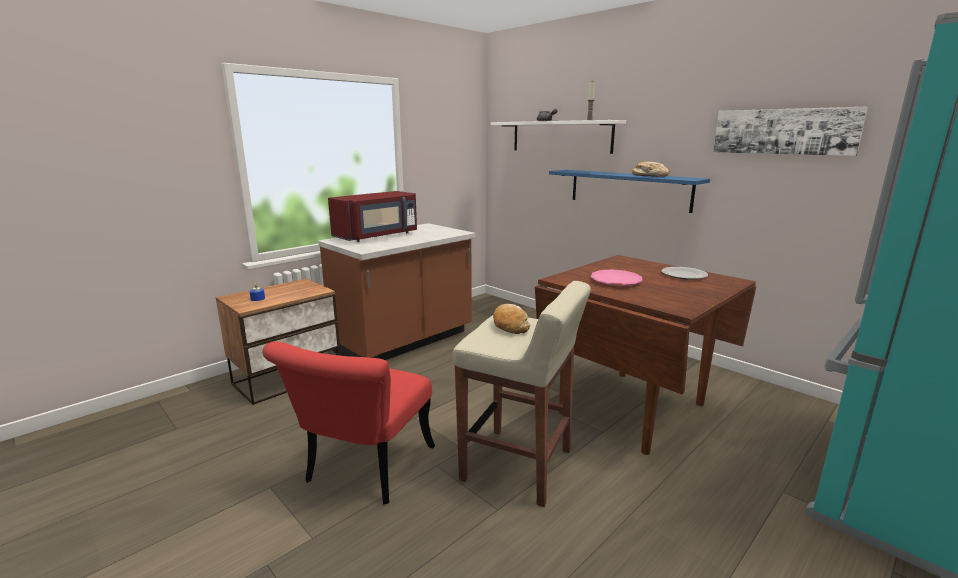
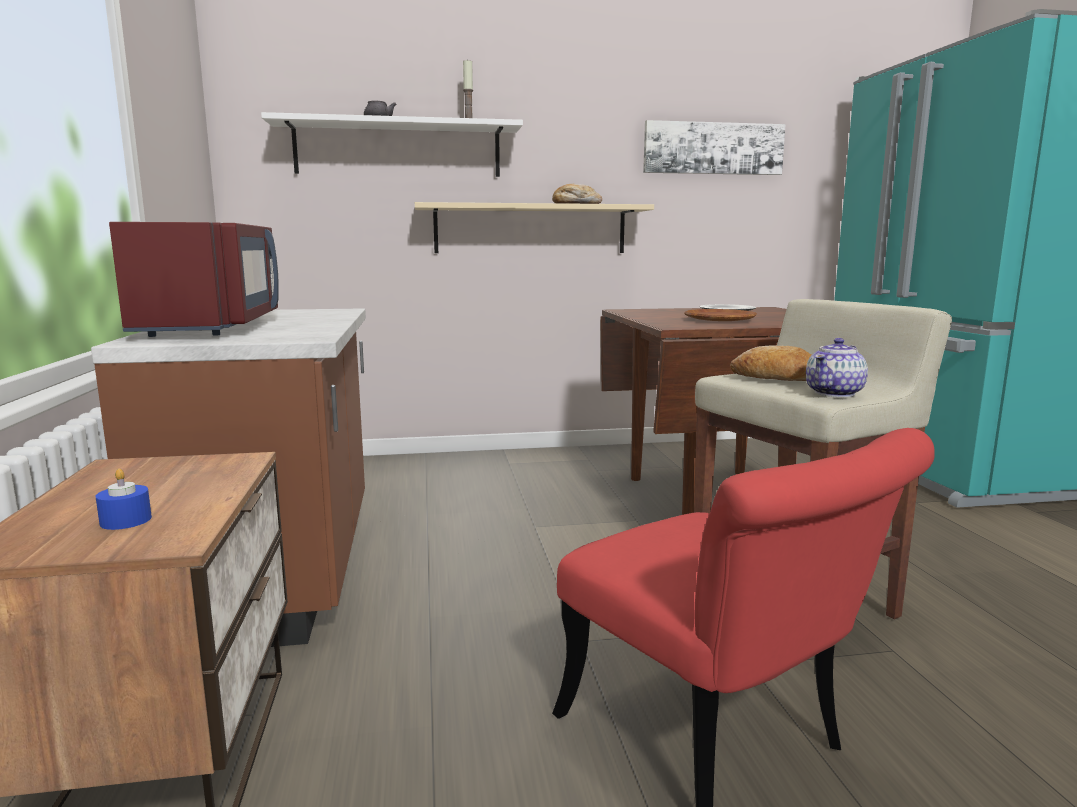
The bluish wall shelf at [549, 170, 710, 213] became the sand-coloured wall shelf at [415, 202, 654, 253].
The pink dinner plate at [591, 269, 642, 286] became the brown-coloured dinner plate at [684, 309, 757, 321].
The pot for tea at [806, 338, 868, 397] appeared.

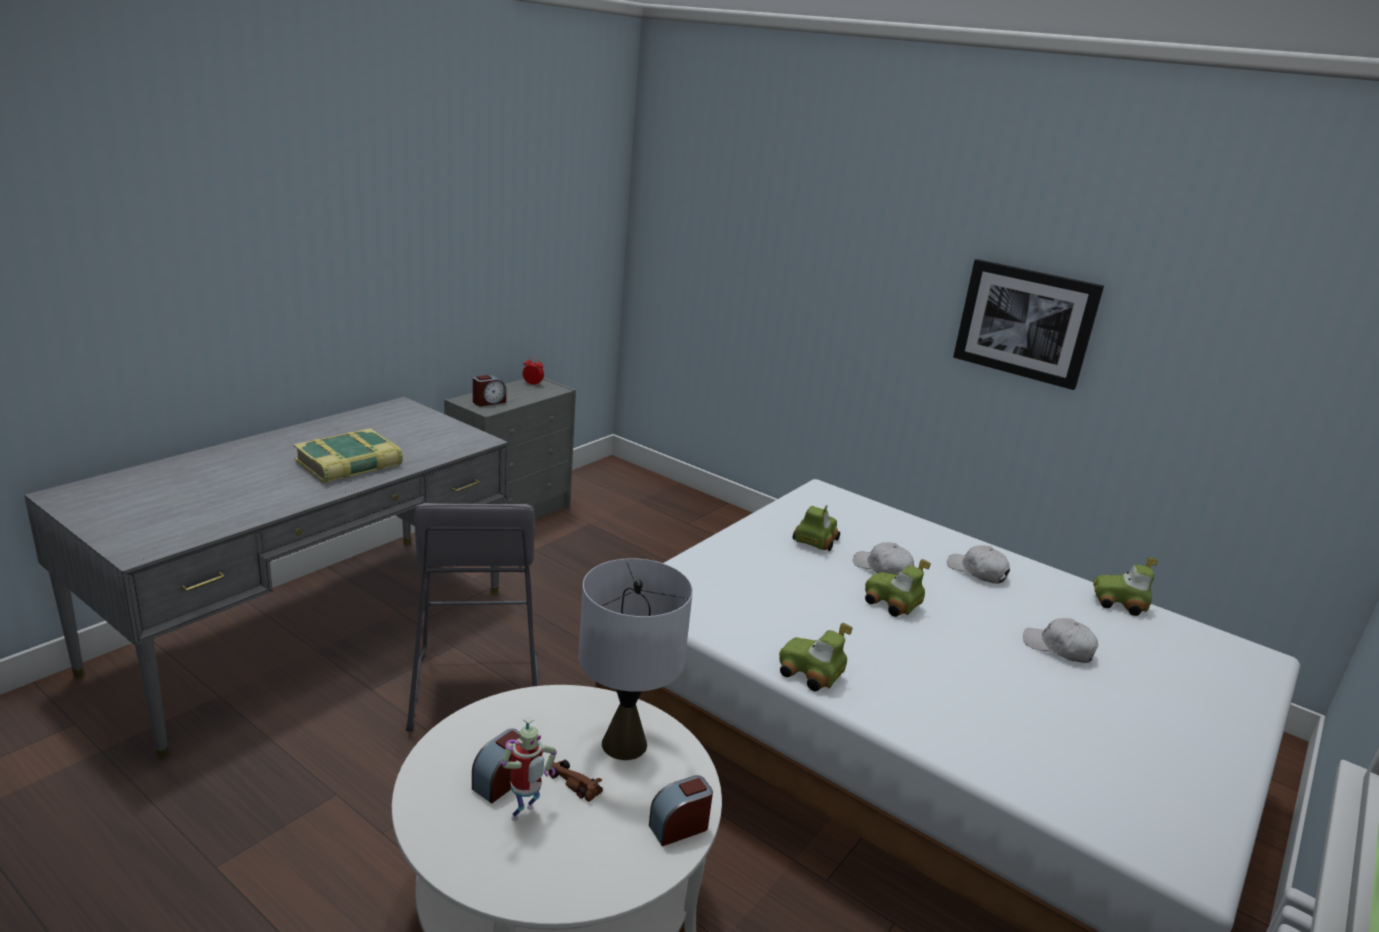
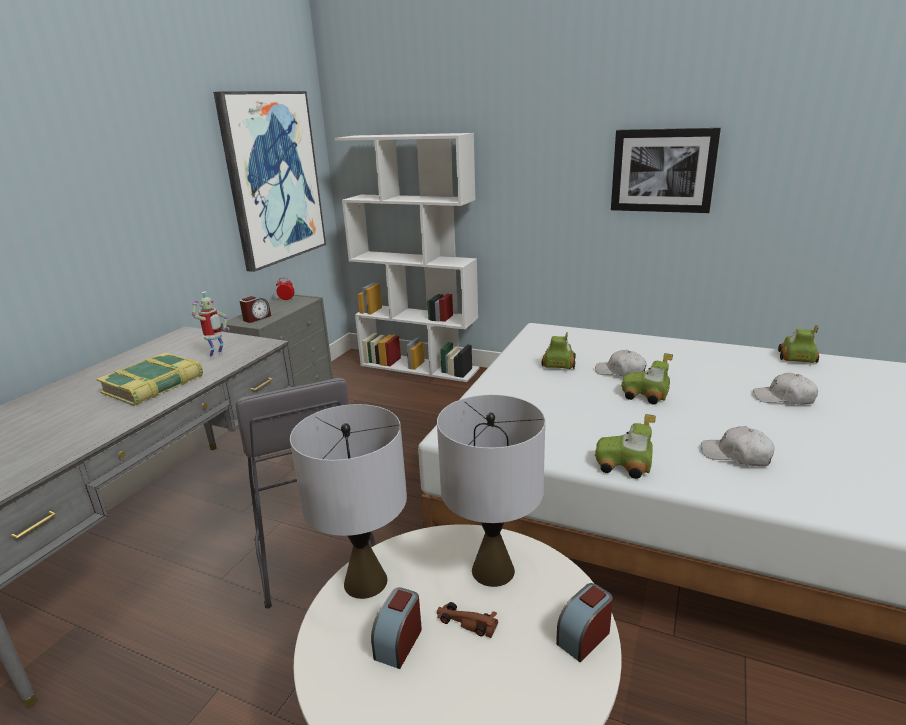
The model robot moved from [501, 716, 557, 821] to [192, 291, 229, 359].
The white-coloured baseball cap moved from [947, 545, 1010, 584] to [701, 426, 775, 467].
The toy car at [1093, 557, 1158, 616] turned 105 degrees clockwise.
The wall picture at [213, 91, 326, 272] appeared.
The gray table lamp at [290, 404, 407, 599] appeared.
The white-coloured bookcase at [335, 133, 480, 382] appeared.

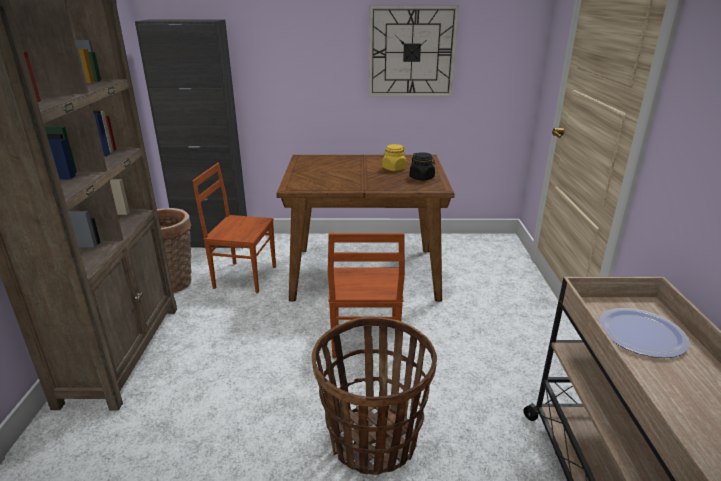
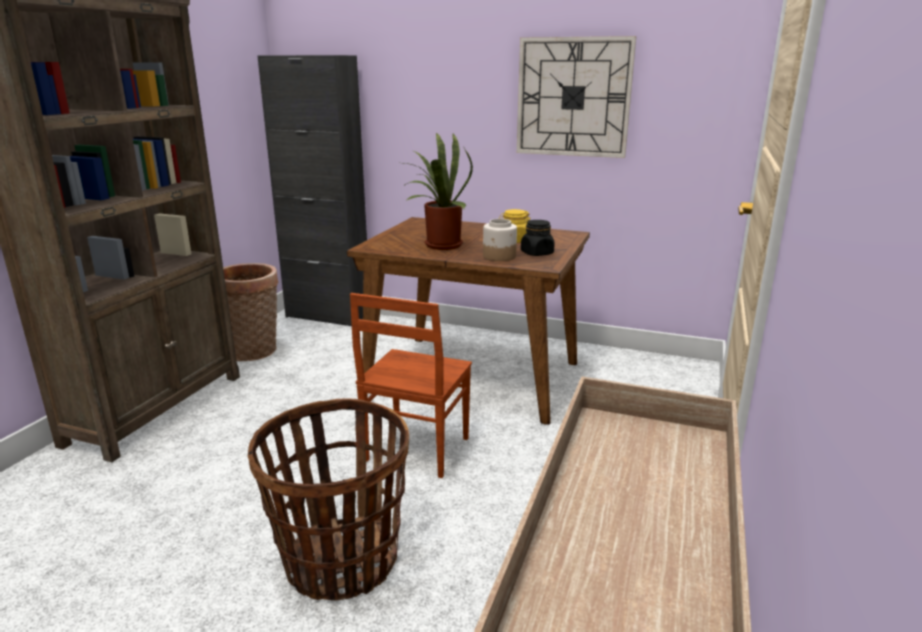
The brown-coloured chair at [192, 163, 276, 293] disappeared.
The dinner plate at [599, 308, 690, 358] disappeared.
The houseplant at [403, 132, 473, 250] appeared.
The jar at [483, 219, 517, 261] appeared.

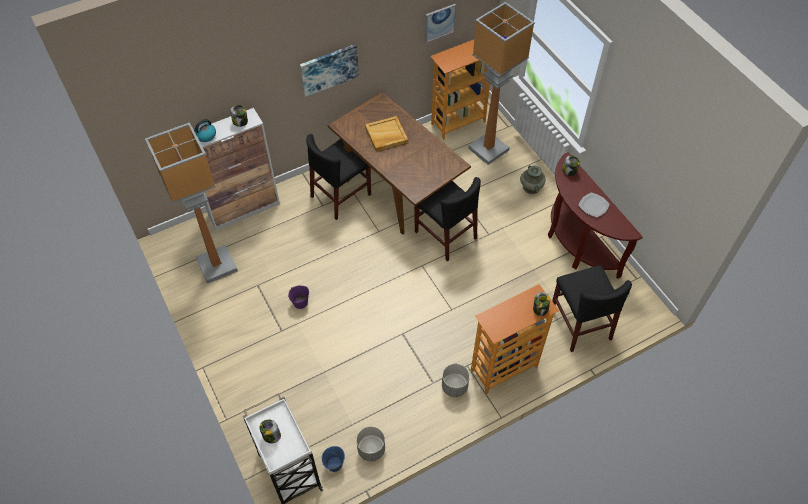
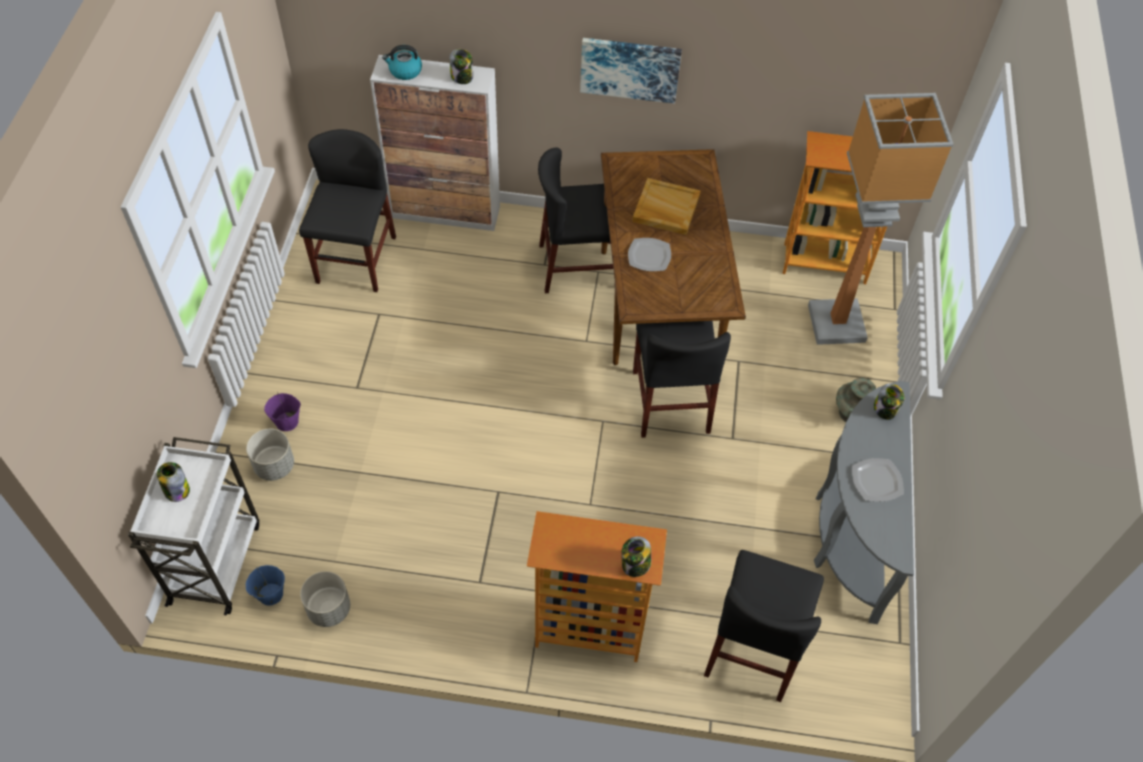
The standing lamp at [145, 122, 238, 284] was replaced by the black chair at [299, 129, 396, 292].
The purple water bucket moved from [288, 286, 309, 309] to [264, 392, 301, 431].
The wall picture at [425, 4, 456, 42] disappeared.
The gray planter moved from [442, 364, 470, 397] to [246, 429, 294, 481].
The brown-coloured console table at [548, 152, 643, 279] became the gray console table at [814, 381, 914, 624].
The dinner plate at [628, 238, 671, 271] appeared.

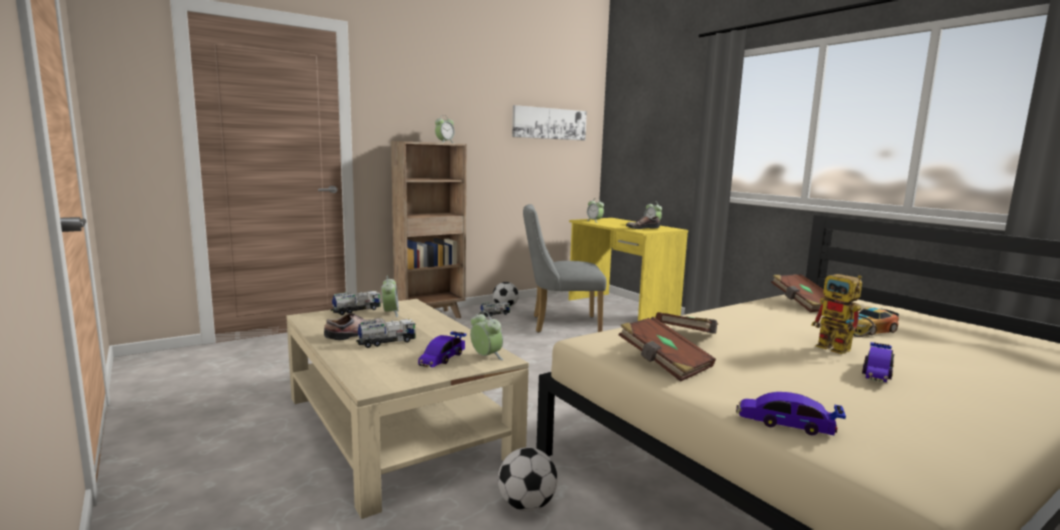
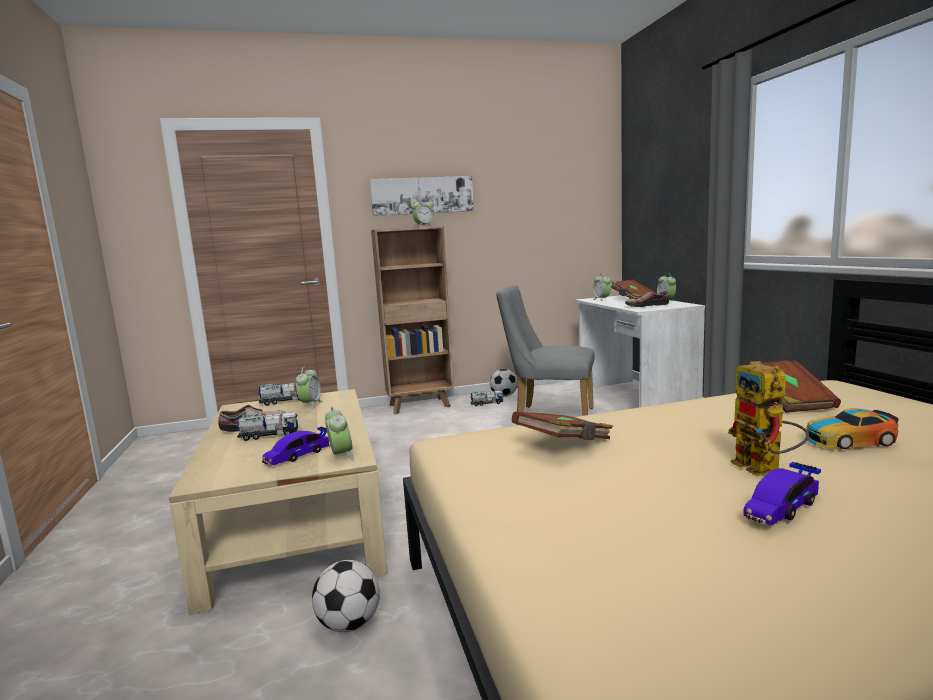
The wall picture moved from [512, 105, 587, 140] to [370, 176, 474, 216].
The yellow desk at [569, 218, 688, 321] became the white-coloured desk at [575, 295, 705, 407].
The brown-coloured book moved from [619, 317, 716, 382] to [611, 280, 657, 299].
The toy car at [736, 392, 846, 435] disappeared.

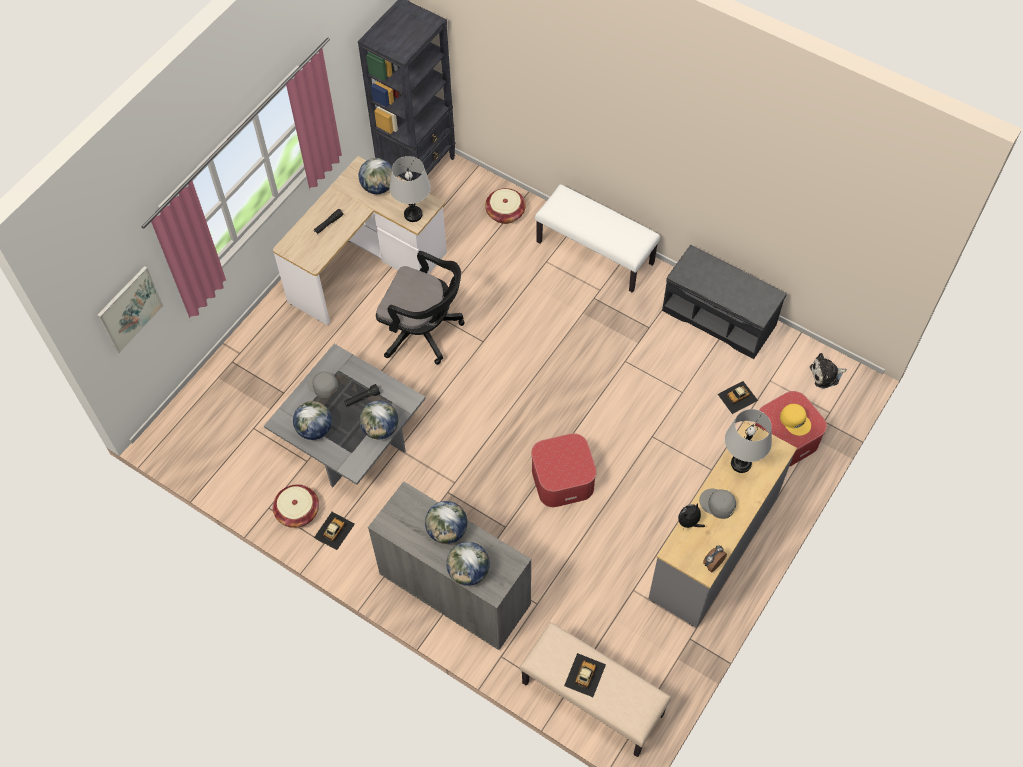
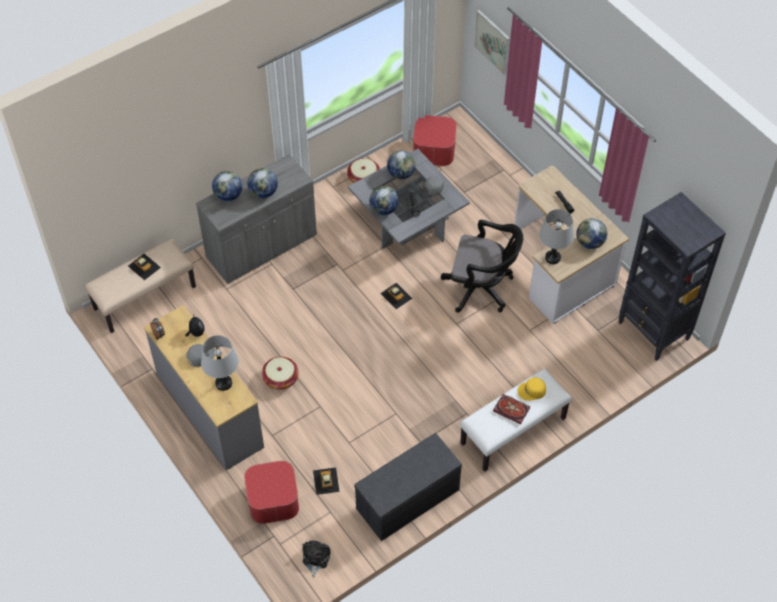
The toy car moved from [314, 512, 355, 550] to [380, 283, 412, 309].
The black desk chair at [376, 251, 465, 365] turned 120 degrees counterclockwise.
The household basket moved from [485, 188, 526, 224] to [262, 357, 299, 390].
The footrest moved from [531, 433, 596, 507] to [413, 115, 457, 166].
The yellow baseball cap moved from [780, 404, 811, 436] to [517, 377, 546, 401].
The book at [493, 394, 530, 424] appeared.

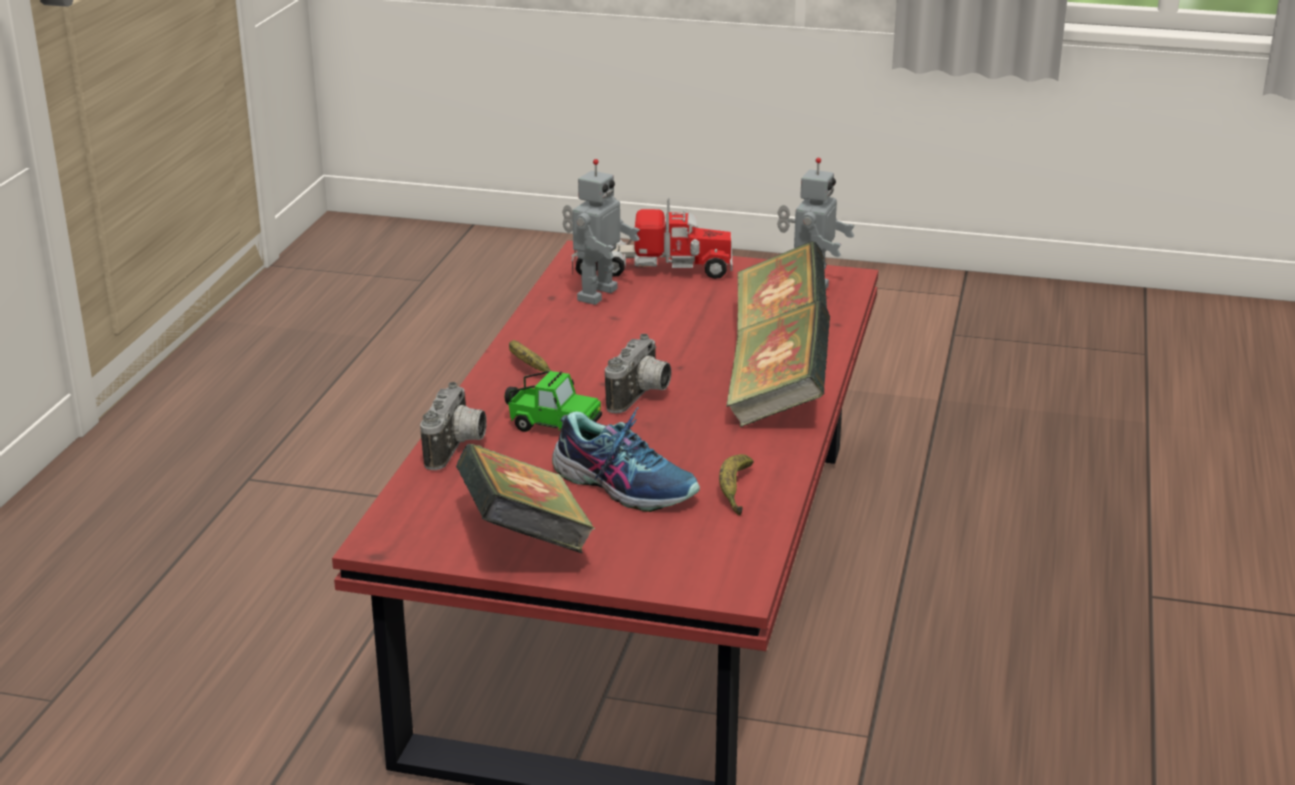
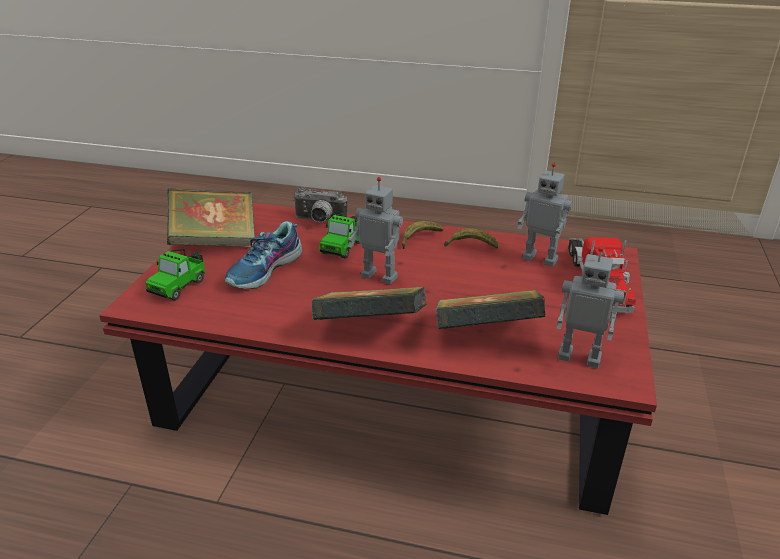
The still camera at [605, 334, 671, 413] was replaced by the model robot at [348, 177, 403, 285].
The banana moved from [719, 454, 754, 516] to [444, 228, 499, 249].
The toy car at [145, 249, 206, 300] appeared.

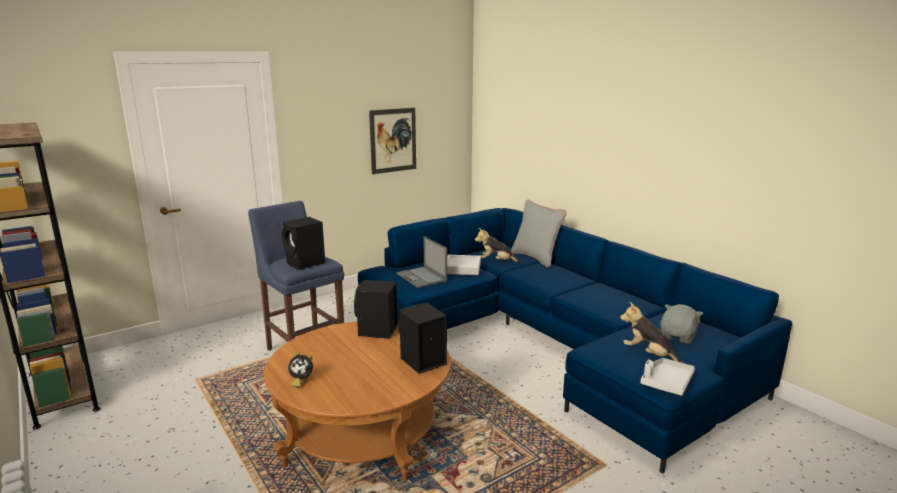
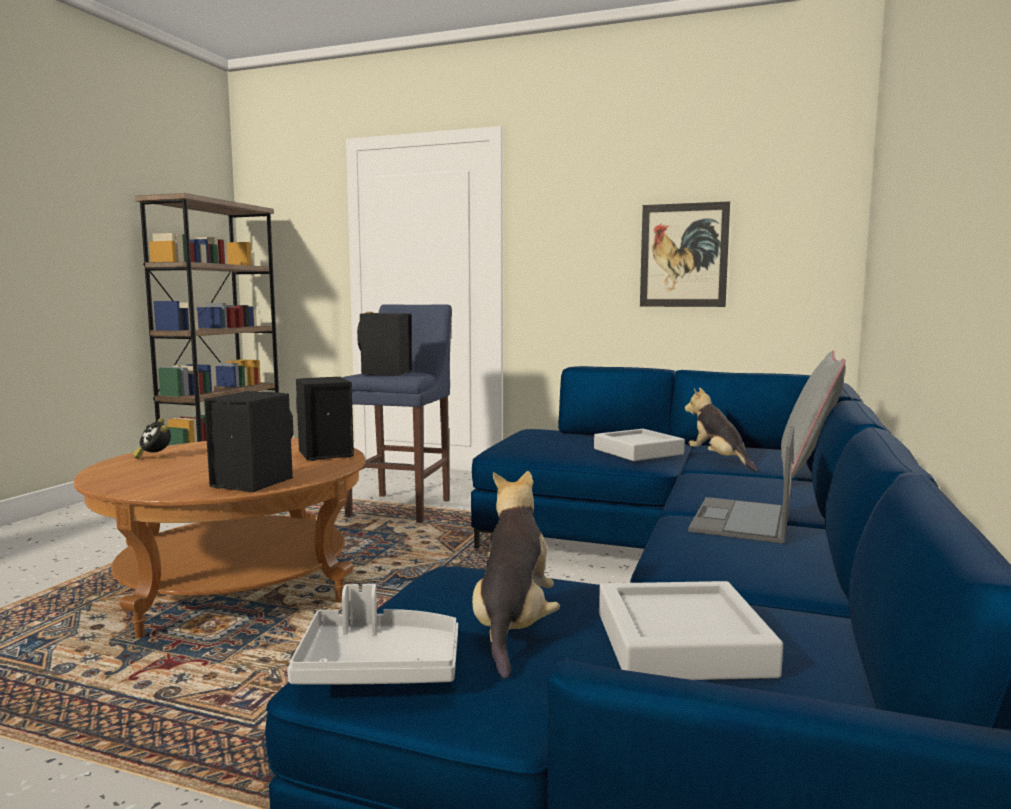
The portable computer moved from [397, 236, 447, 288] to [688, 426, 794, 544].
The gray cuddly toy at [660, 304, 703, 344] was replaced by the gray tray at [599, 581, 783, 680].

